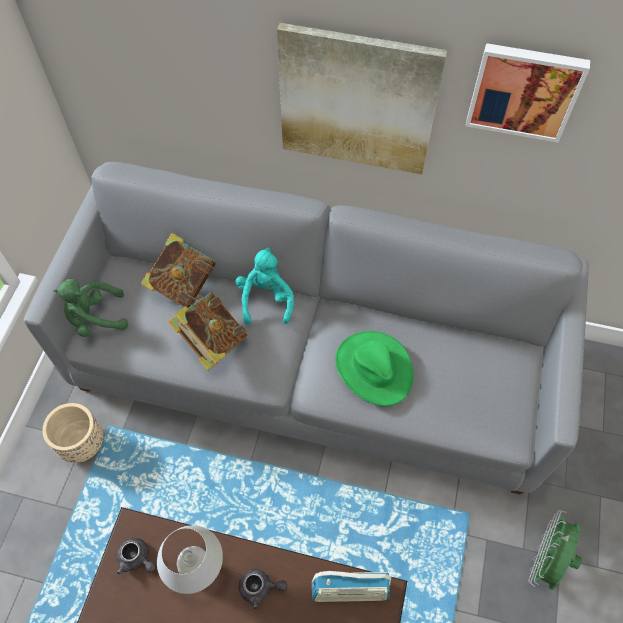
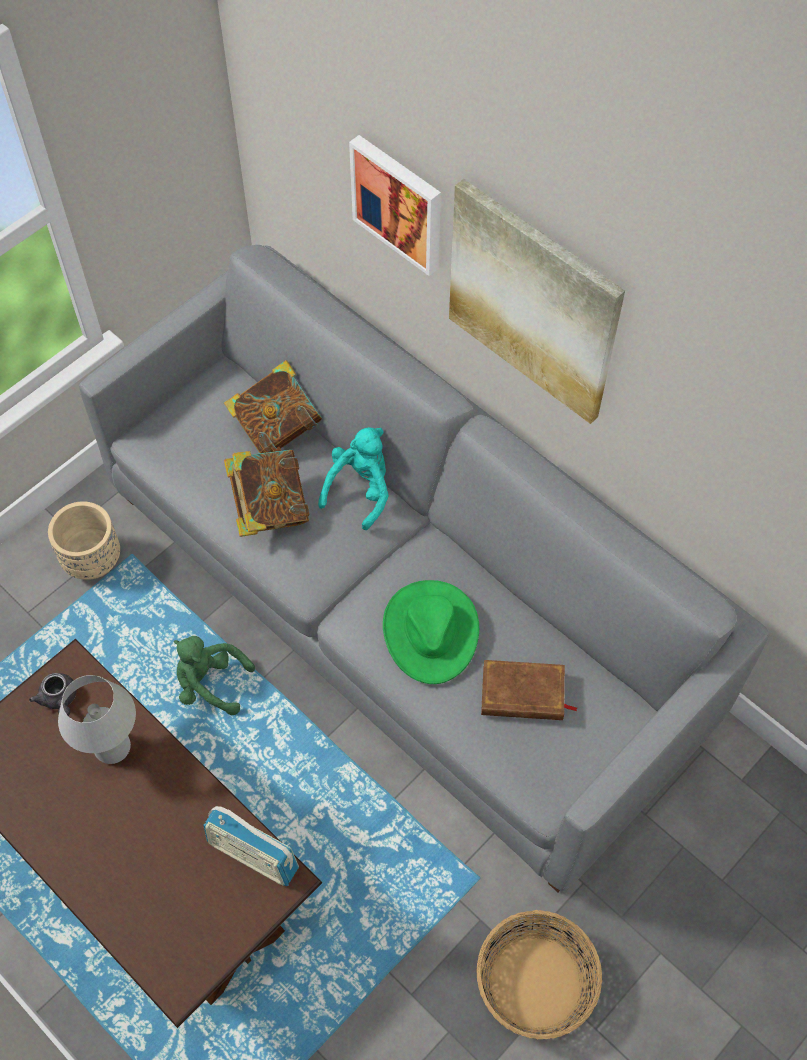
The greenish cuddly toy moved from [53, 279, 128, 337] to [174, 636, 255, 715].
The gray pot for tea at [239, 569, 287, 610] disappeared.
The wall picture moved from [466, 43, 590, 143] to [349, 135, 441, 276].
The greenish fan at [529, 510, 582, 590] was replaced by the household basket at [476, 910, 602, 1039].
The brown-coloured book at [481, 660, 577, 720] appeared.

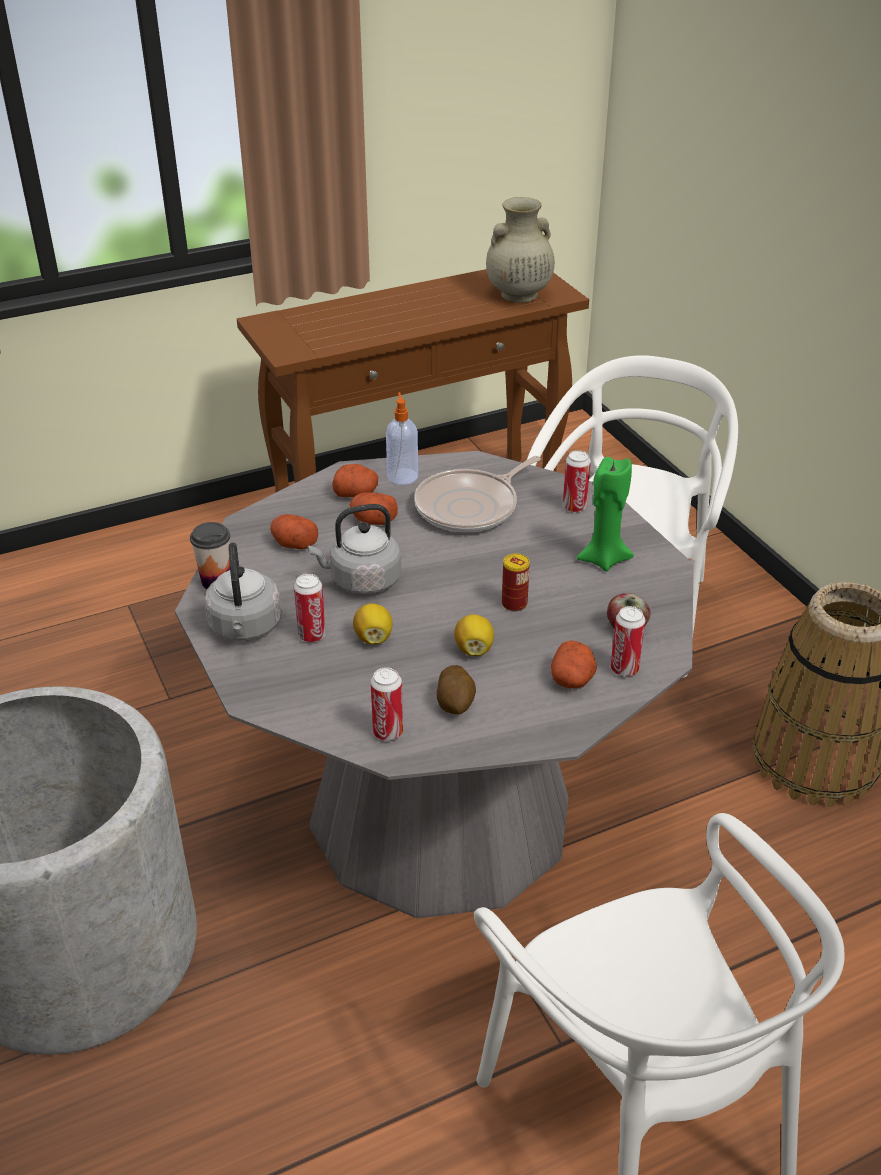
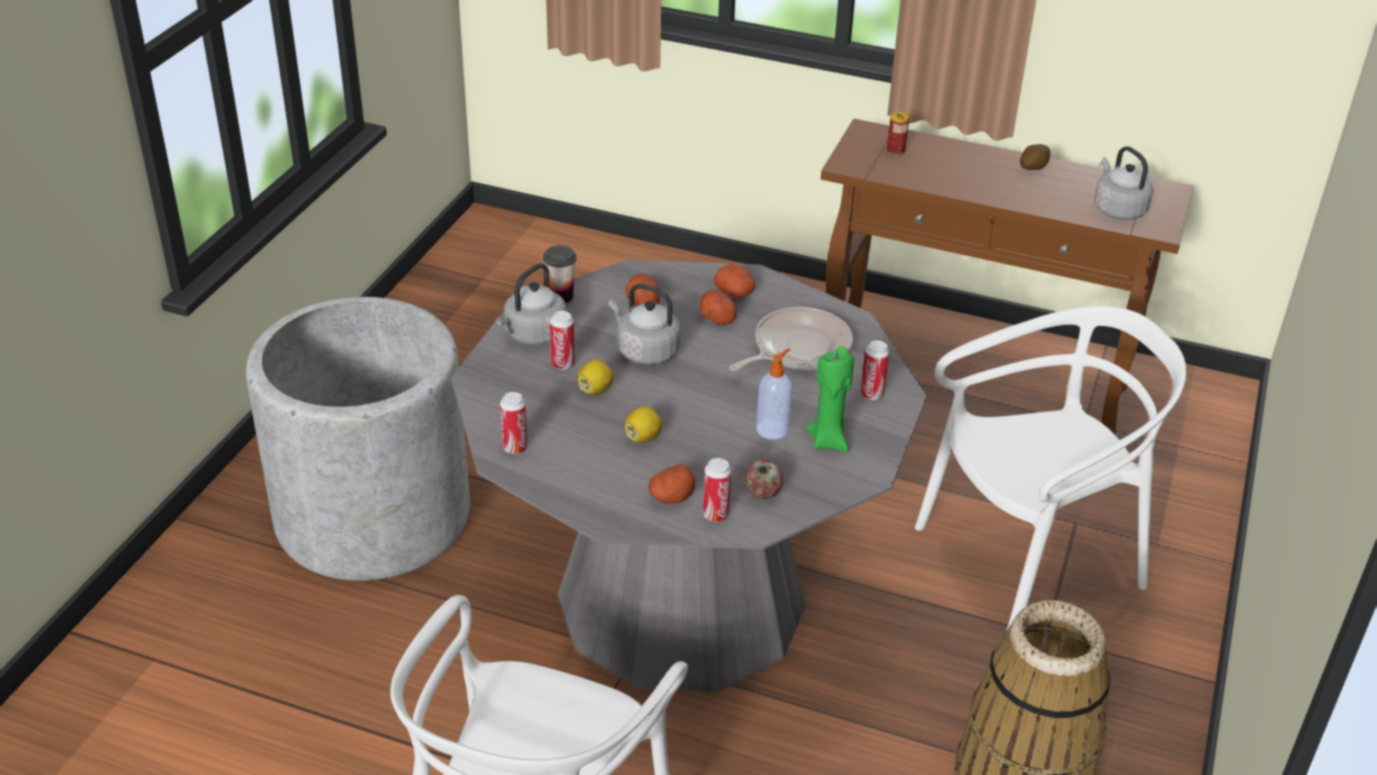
The liquid soap bottle moved from [386, 392, 418, 485] to [756, 348, 792, 440].
The skillet at [414, 456, 541, 532] turned 135 degrees clockwise.
The potato moved from [437, 665, 476, 714] to [1020, 144, 1050, 170].
The sand-coloured vase at [486, 197, 555, 303] was replaced by the gray kettle at [1094, 146, 1153, 220].
The sealed can moved from [502, 553, 530, 612] to [887, 112, 909, 155].

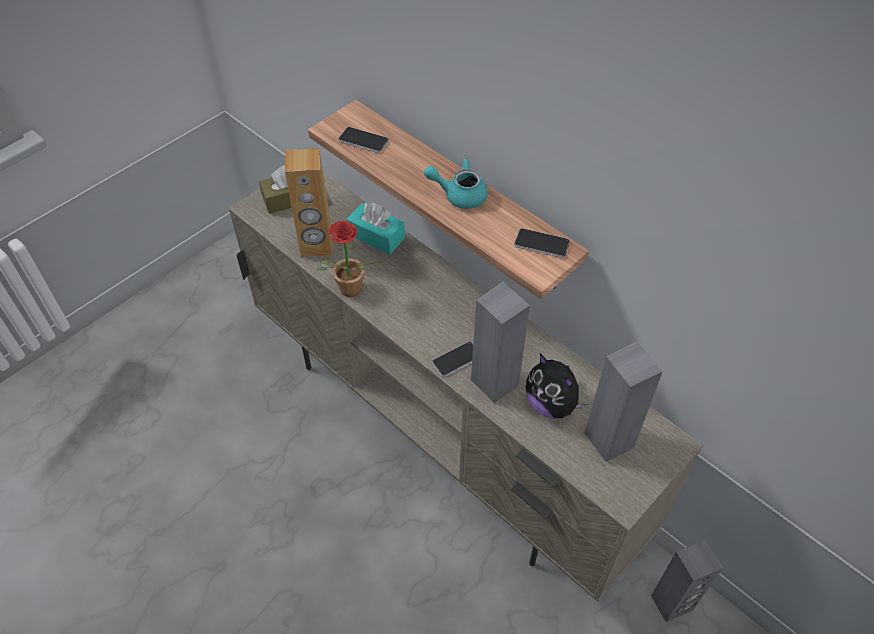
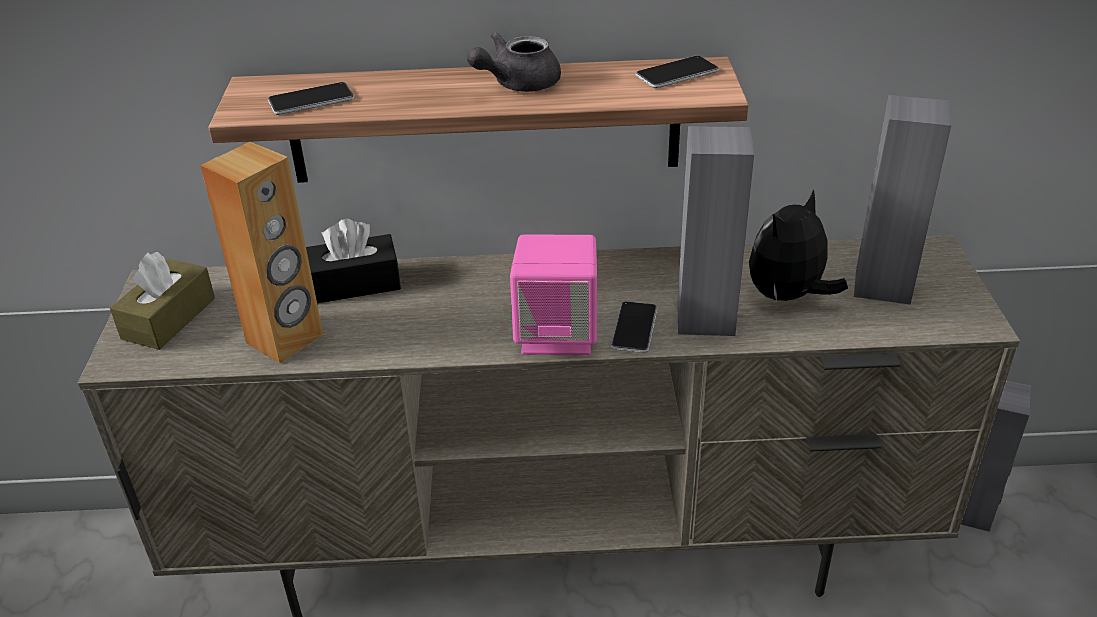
The houseplant at [317, 221, 381, 297] disappeared.
The turquoise-coloured tissue holder at [346, 203, 405, 254] became the black tissue holder at [306, 219, 401, 303].
The turquoise-coloured pot for tea at [424, 158, 488, 209] became the gray pot for tea at [467, 32, 561, 92].
The cuddly toy at [525, 354, 589, 418] turned 135 degrees clockwise.
The pink audio speaker at [510, 234, 597, 355] appeared.

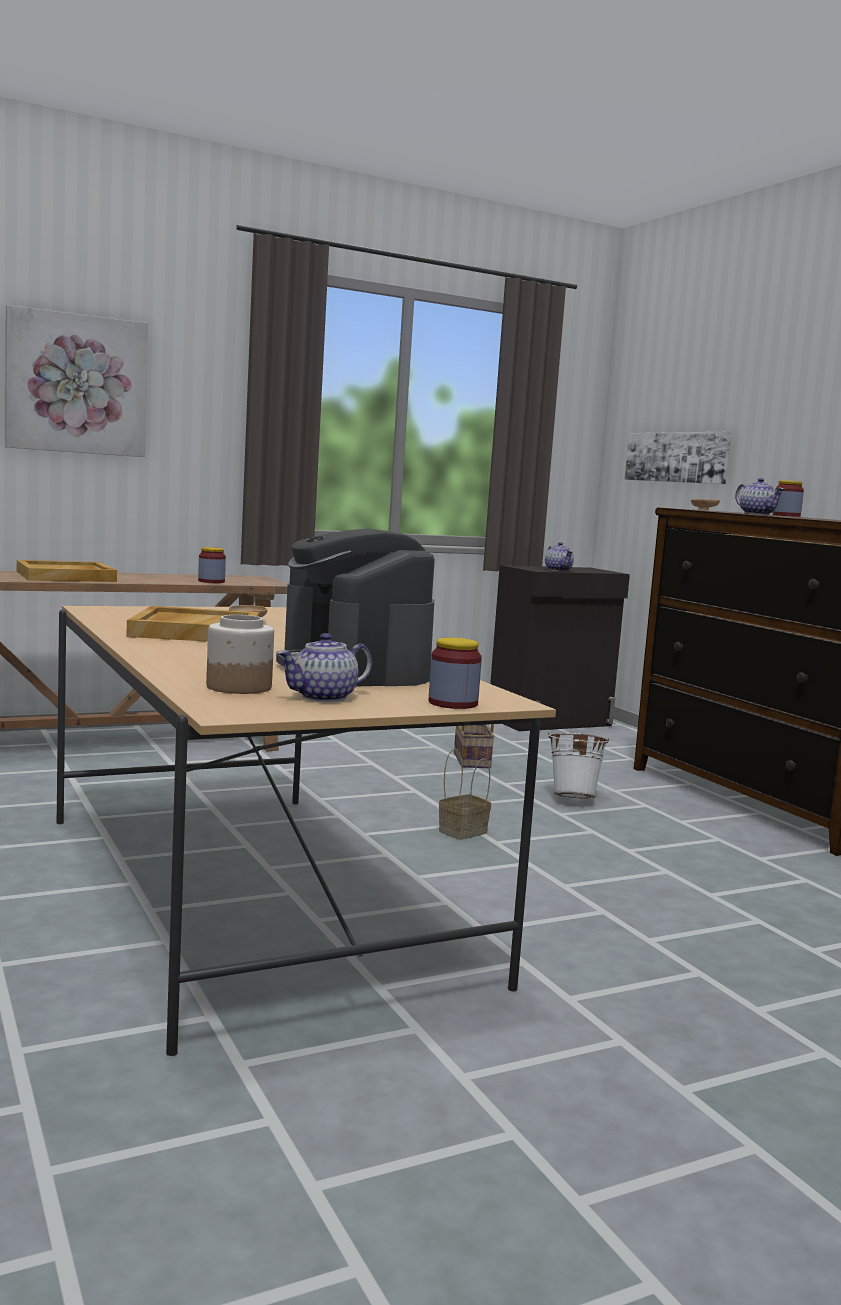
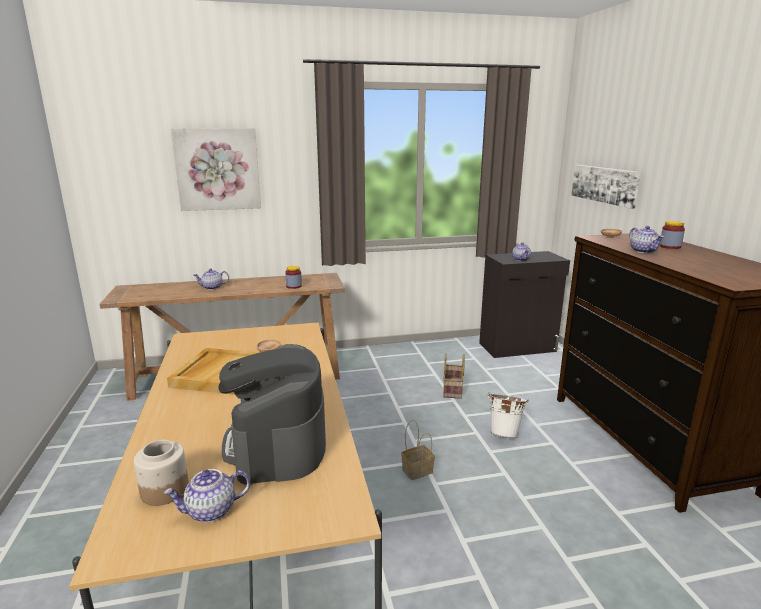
The sand-coloured tray at [17, 560, 117, 582] was replaced by the pot for tea at [193, 268, 229, 290].
The jar at [428, 637, 482, 709] disappeared.

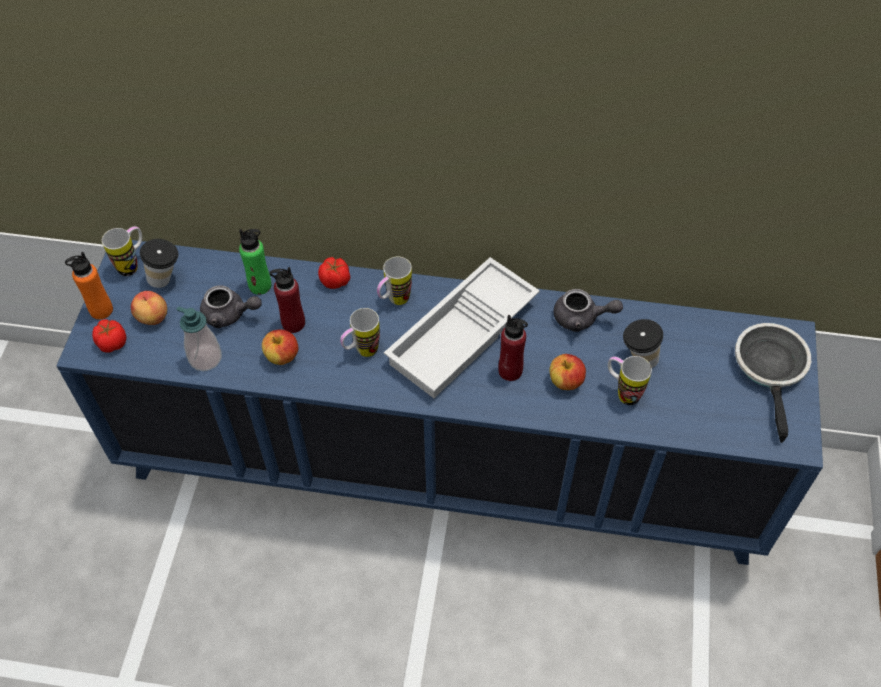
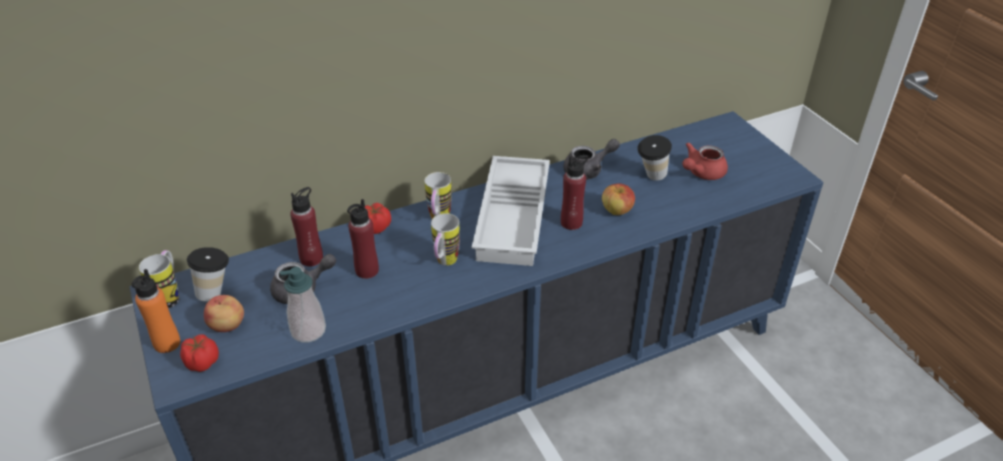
The greenish drink bottle at [239, 229, 271, 295] became the red-coloured drink bottle at [290, 187, 323, 267].
The apple fruit at [262, 329, 298, 365] disappeared.
The tea mug at [608, 356, 652, 405] disappeared.
The skillet at [735, 323, 811, 443] disappeared.
The red-coloured pot for tea at [682, 142, 728, 180] appeared.

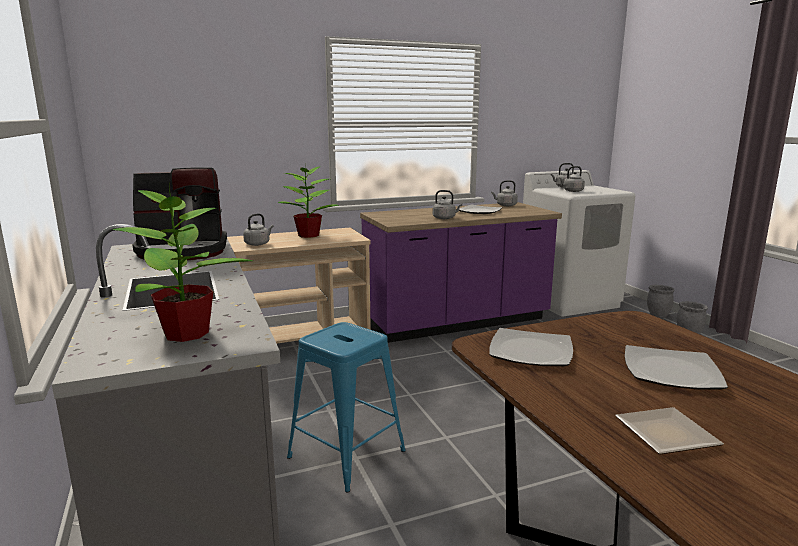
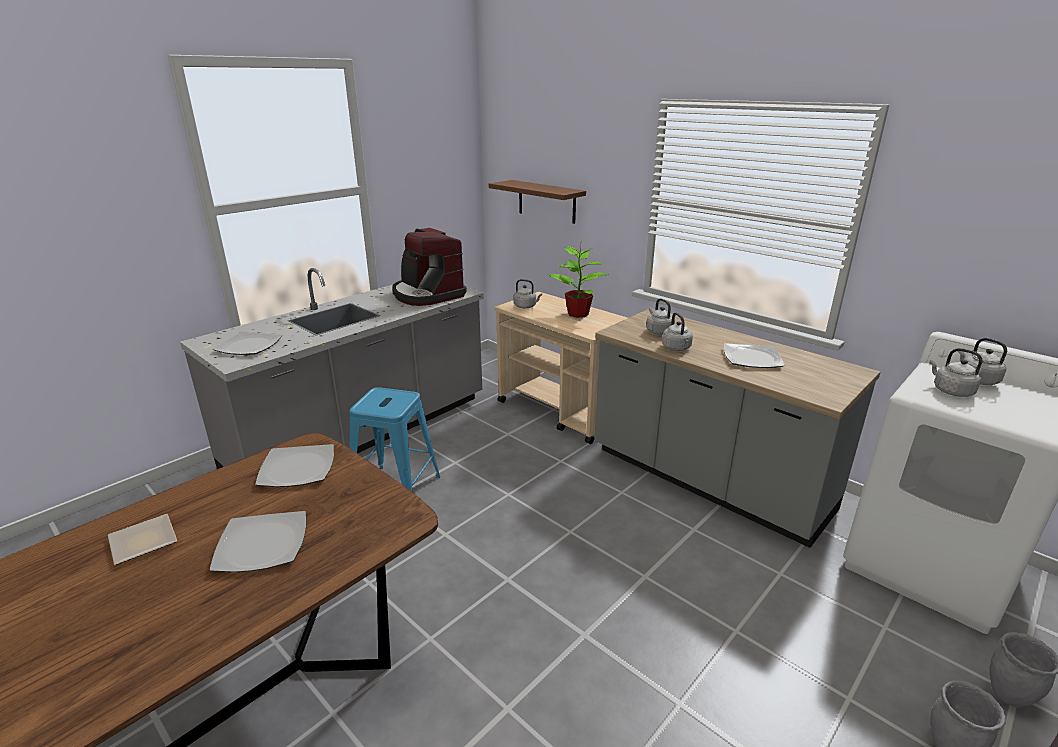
The houseplant at [112, 183, 253, 342] was replaced by the dinner plate at [213, 332, 282, 355].
The purple kitchen base unit at [360, 202, 562, 343] became the gray kitchen base unit at [594, 309, 880, 548].
The gray kettle moved from [491, 180, 518, 206] to [646, 298, 675, 335].
The brown-coloured wall shelf at [489, 180, 586, 224] appeared.

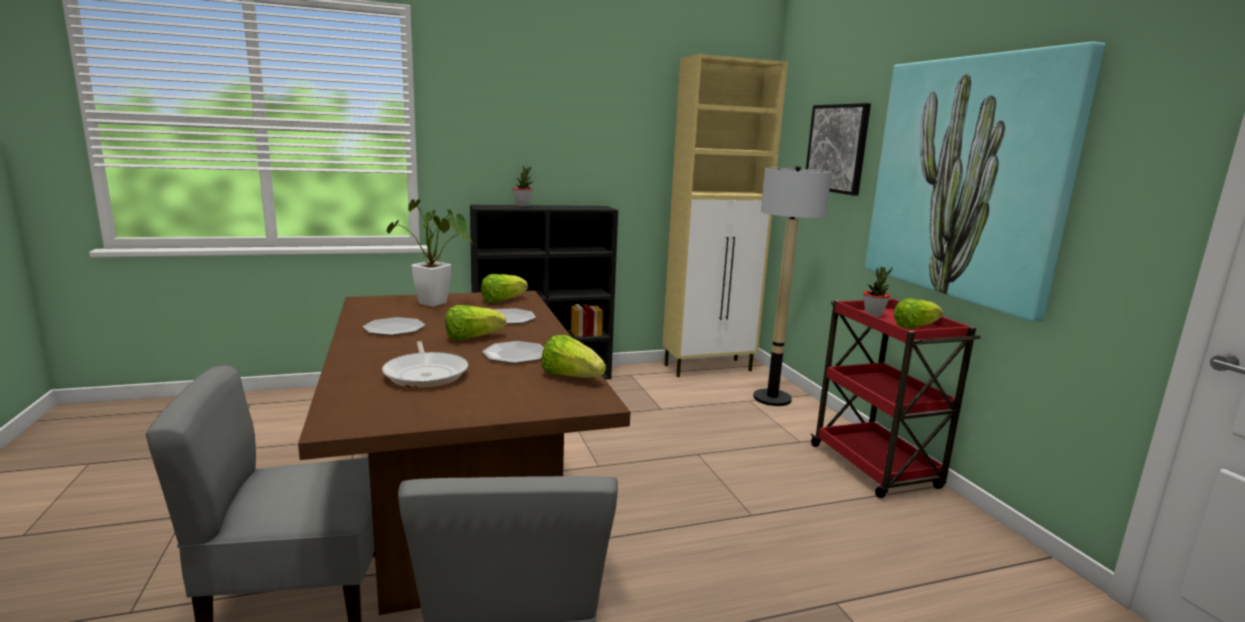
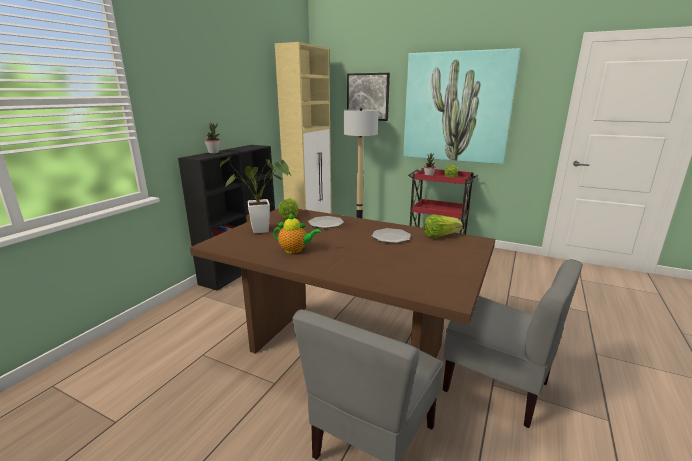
The dinner plate at [363, 317, 425, 335] was replaced by the pot for tea at [273, 213, 321, 254].
The skillet at [382, 341, 468, 388] disappeared.
The head of lettuce at [445, 305, 506, 341] disappeared.

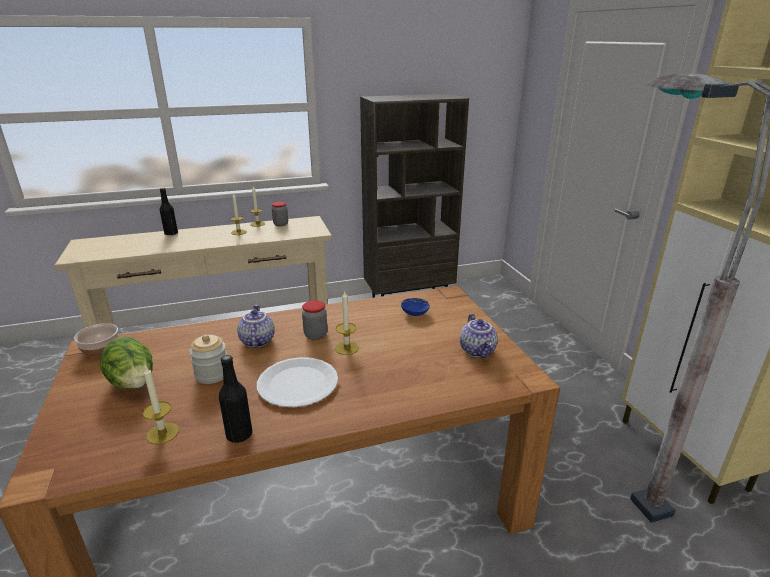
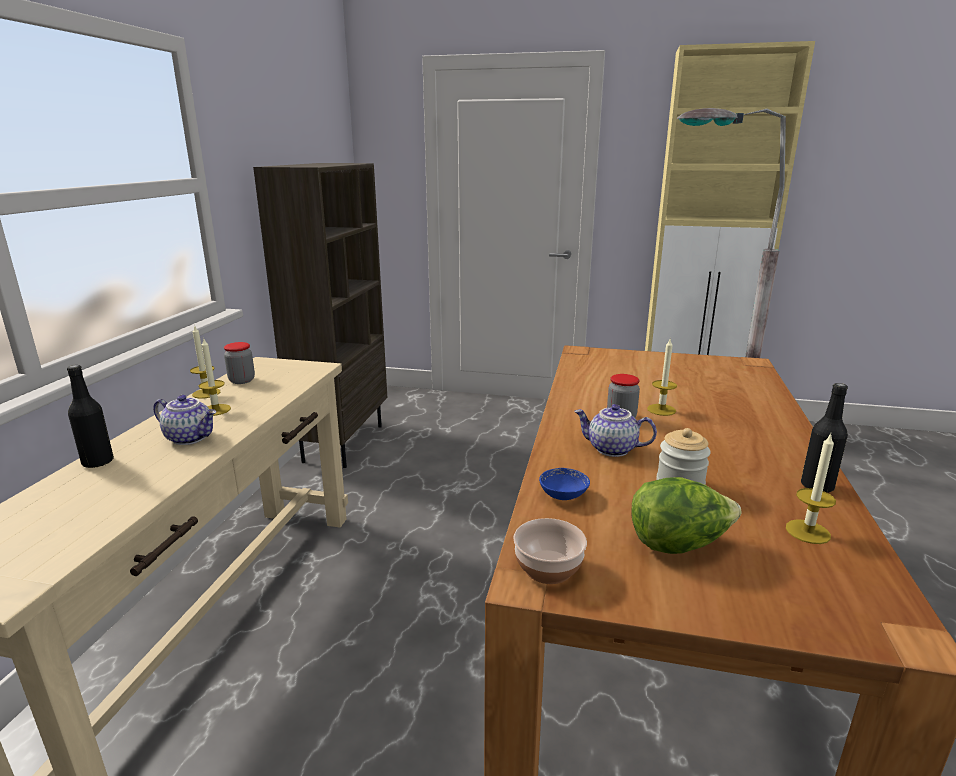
The white-coloured dinner plate at [257, 357, 338, 407] disappeared.
The bluish deep dish moved from [401, 298, 430, 316] to [539, 468, 590, 500].
The pot for tea moved from [460, 314, 498, 358] to [154, 395, 216, 445].

